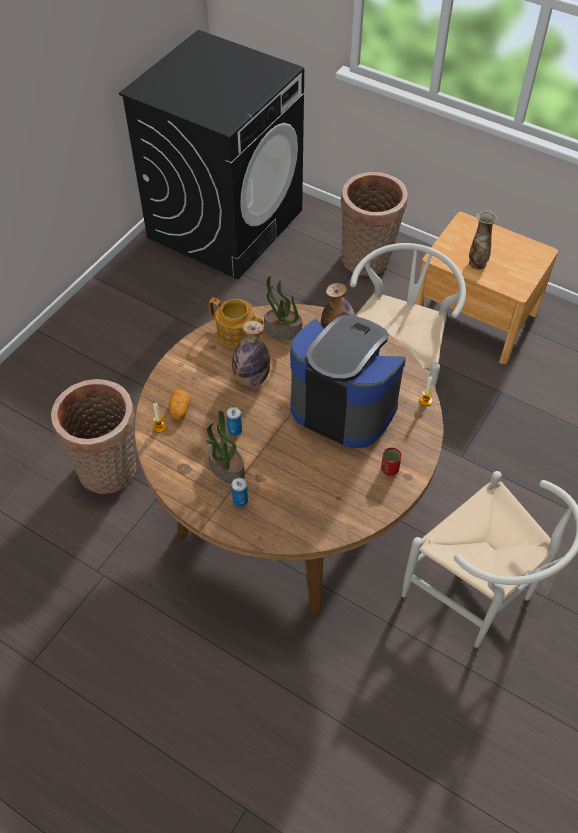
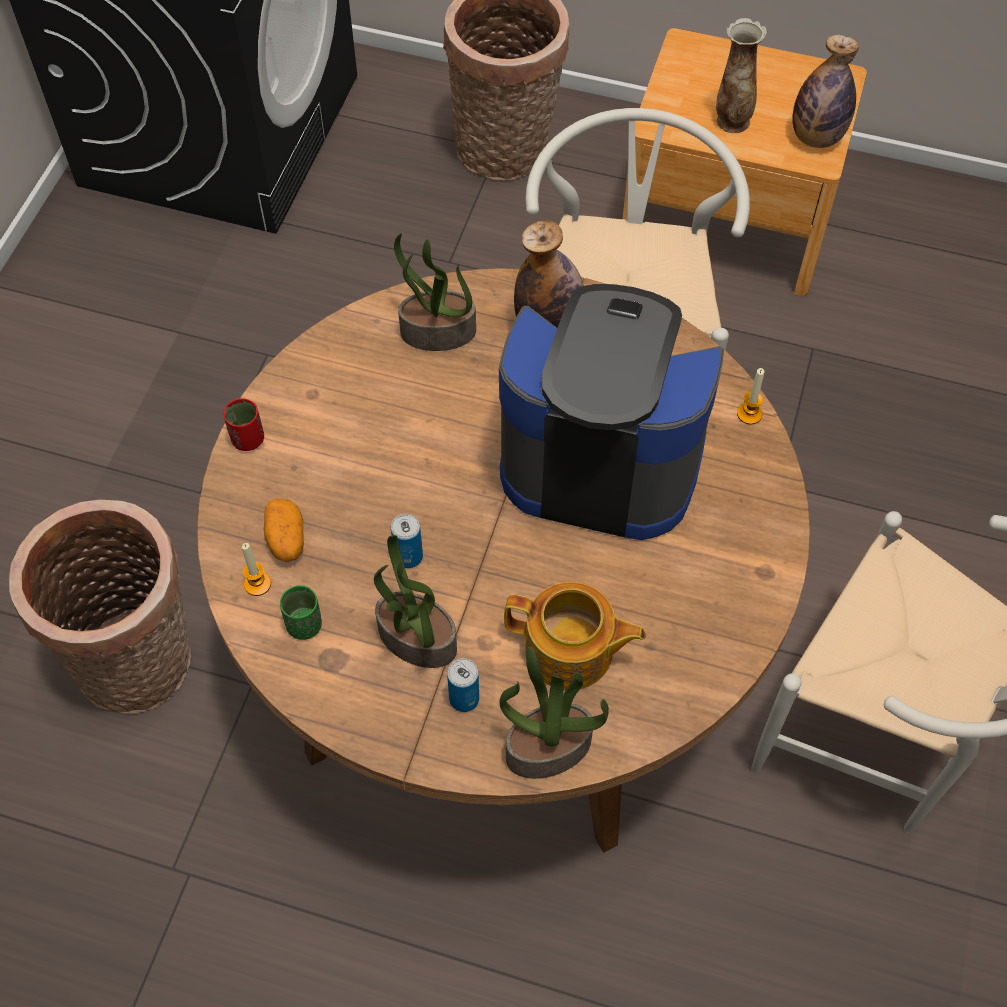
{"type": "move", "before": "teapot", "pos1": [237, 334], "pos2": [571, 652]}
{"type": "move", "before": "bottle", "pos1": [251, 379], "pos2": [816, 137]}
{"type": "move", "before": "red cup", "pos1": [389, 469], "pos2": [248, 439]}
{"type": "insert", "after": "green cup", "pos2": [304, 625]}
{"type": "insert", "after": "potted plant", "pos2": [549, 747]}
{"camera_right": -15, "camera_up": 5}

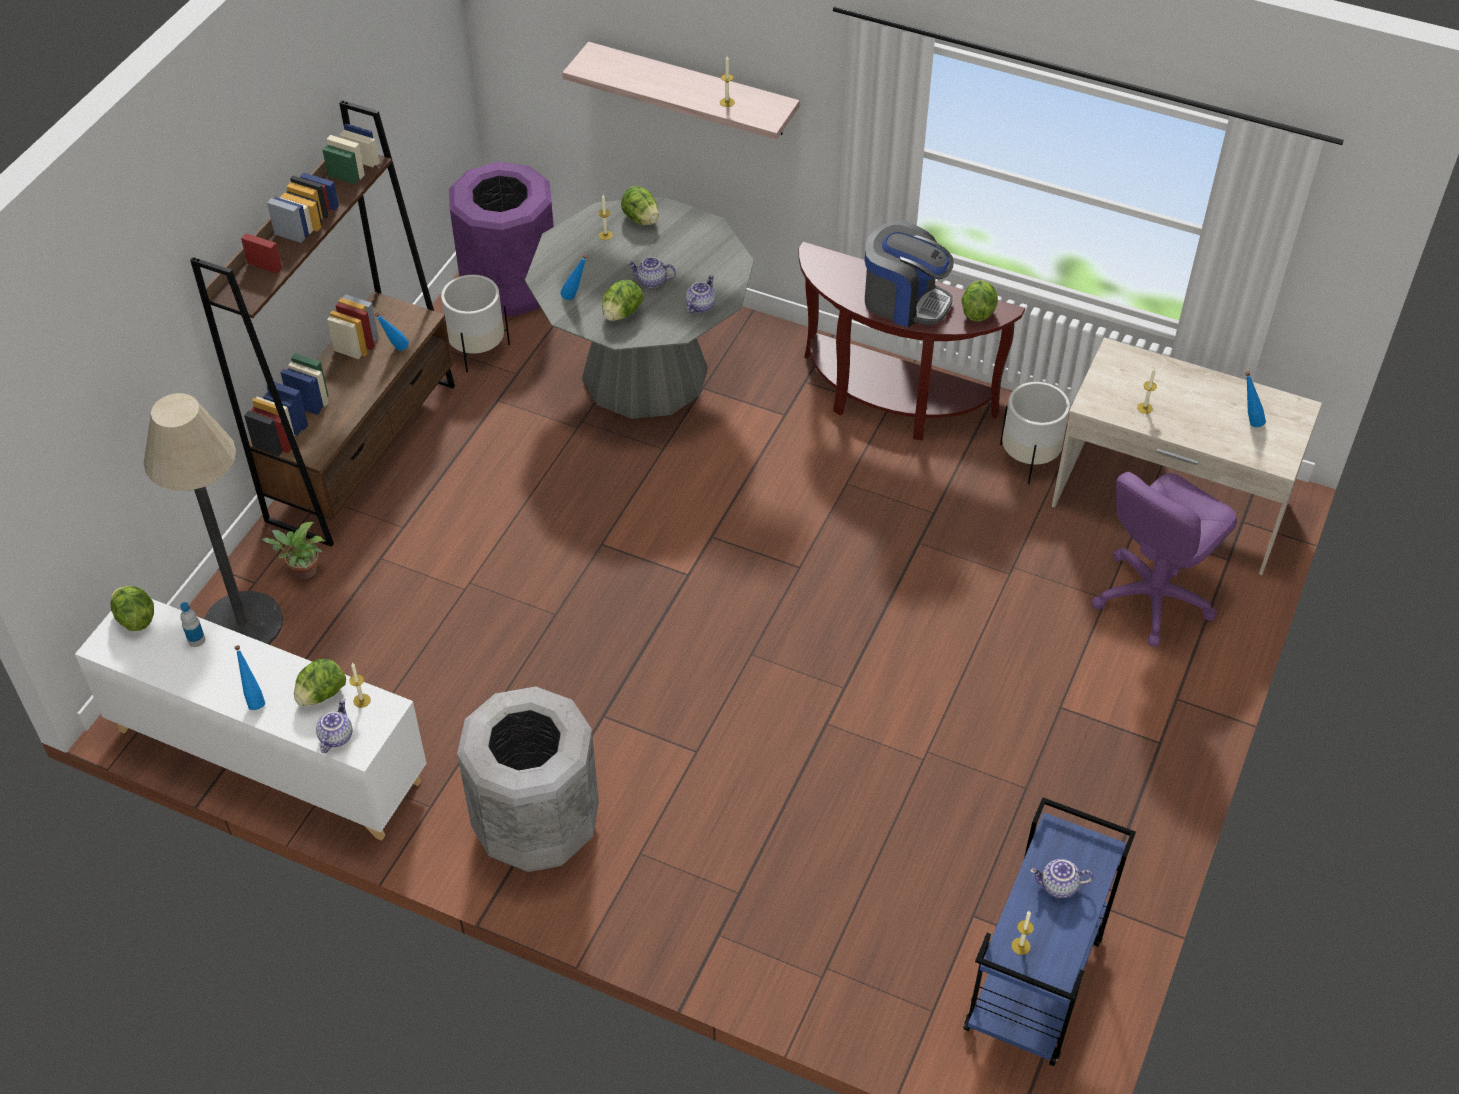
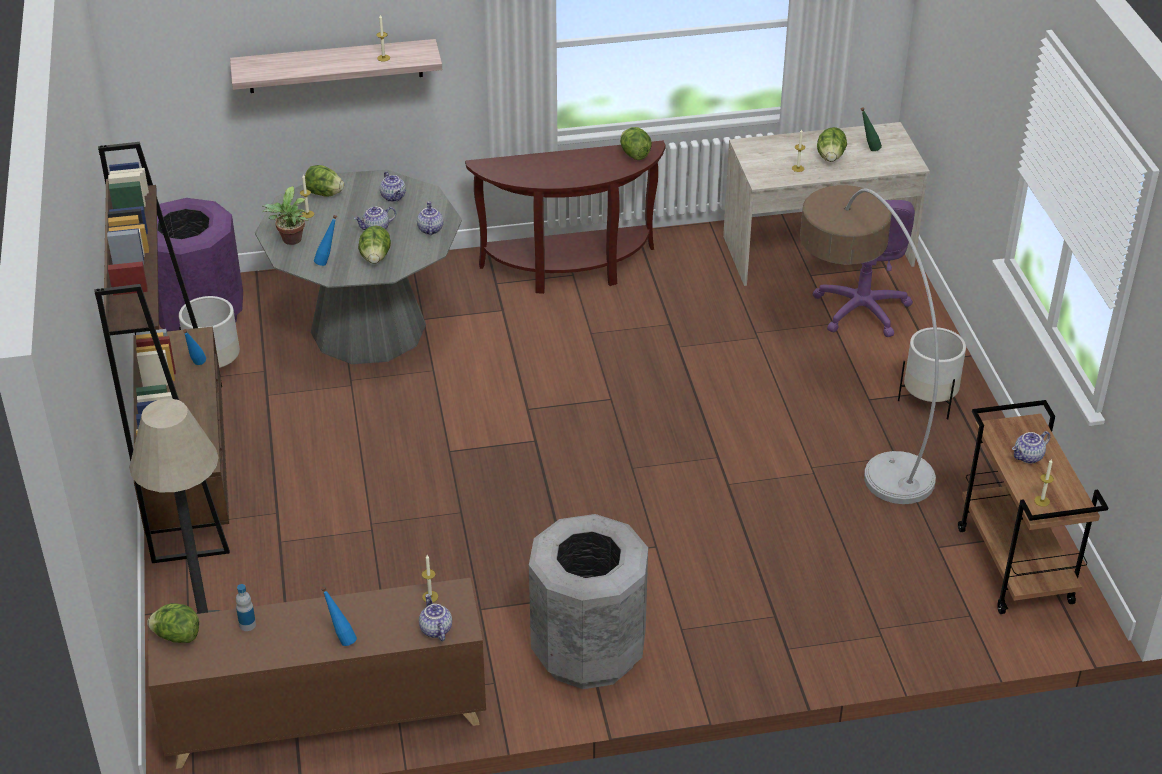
{"type": "delete", "before": "coffee machine", "pos1": [904, 301]}
{"type": "recolor", "before": "blue bottle", "after": "green bottle", "pos1": [1248, 421], "pos2": [868, 149]}
{"type": "move", "before": "white planter", "pos1": [1029, 459], "pos2": [929, 401]}
{"type": "move", "before": "potted plant", "pos1": [302, 572], "pos2": [290, 241]}
{"type": "recolor", "before": "white cabinet", "after": "brown cabinet", "pos1": [267, 755], "pos2": [325, 718]}
{"type": "move", "before": "lettuce", "pos1": [321, 694], "pos2": [830, 157]}
{"type": "recolor", "before": "blue cart", "after": "brown cart", "pos1": [1034, 986], "pos2": [1016, 566]}
{"type": "insert", "after": "teapot", "pos2": [394, 197]}
{"type": "insert", "after": "floor lamp", "pos2": [856, 419]}
{"camera_right": -35, "camera_up": -10}

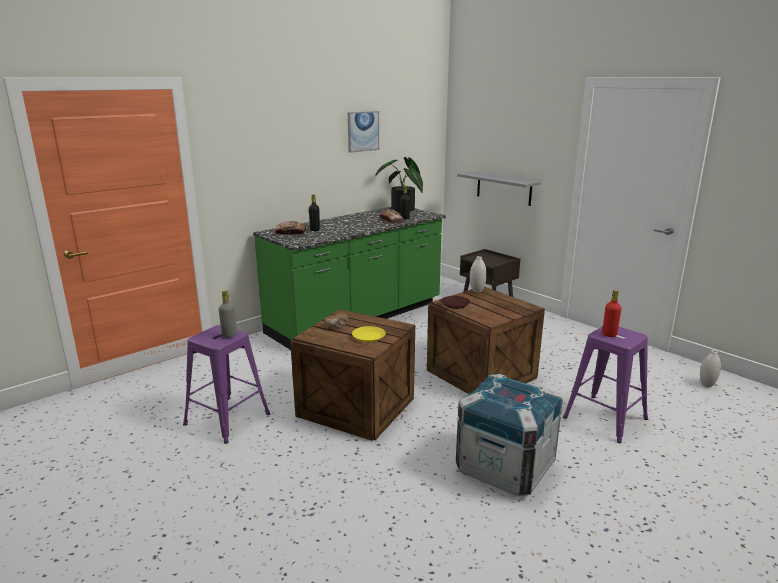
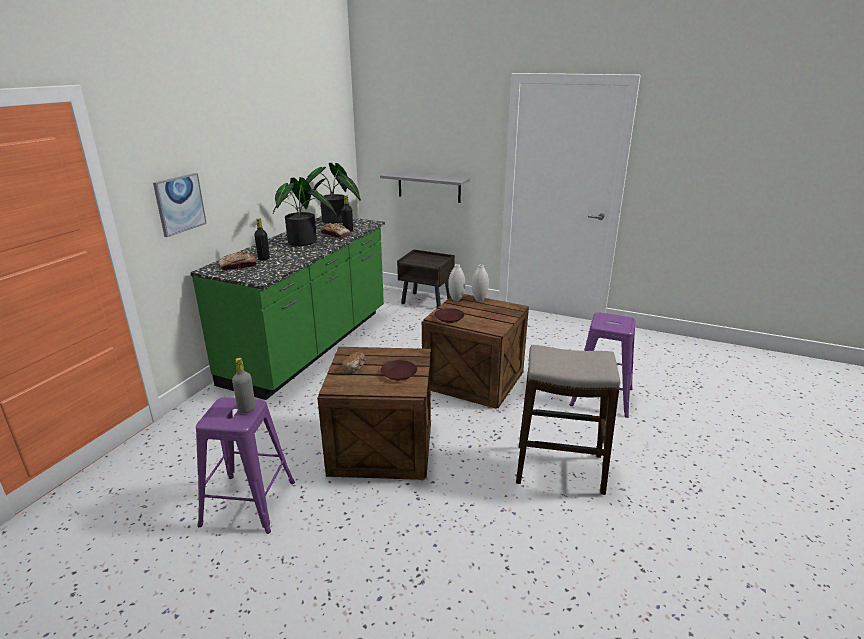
{"type": "move", "before": "picture", "pos1": [363, 131], "pos2": [179, 204]}
{"type": "delete", "before": "red bottle", "pos1": [609, 334]}
{"type": "recolor", "before": "yellow plate", "after": "brown plate", "pos1": [368, 337], "pos2": [398, 373]}
{"type": "move", "before": "white vase", "pos1": [706, 385], "pos2": [479, 299]}
{"type": "replace", "before": "crate", "after": "stool", "pos1": [505, 467], "pos2": [559, 469]}
{"type": "insert", "after": "potted plant", "pos2": [304, 243]}
{"camera_right": -25, "camera_up": 5}

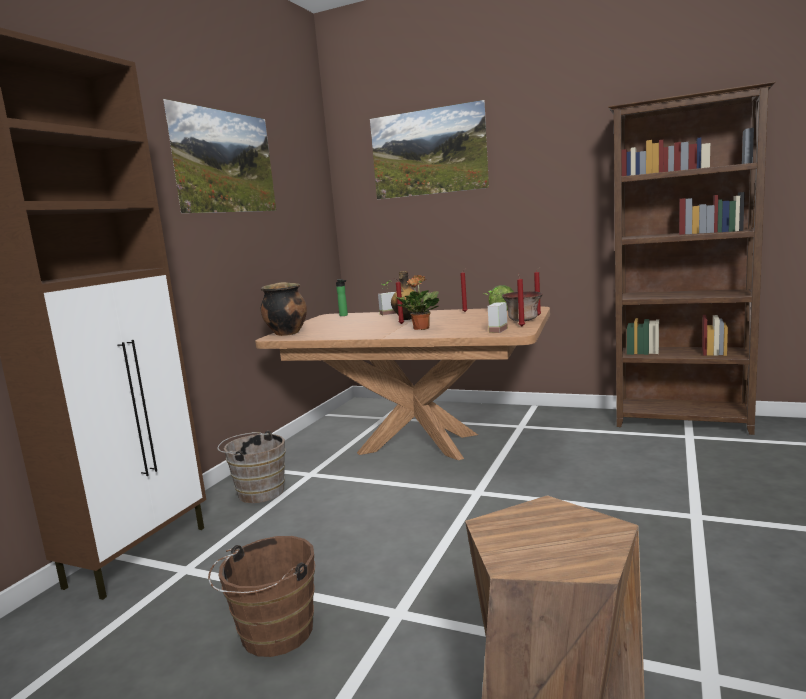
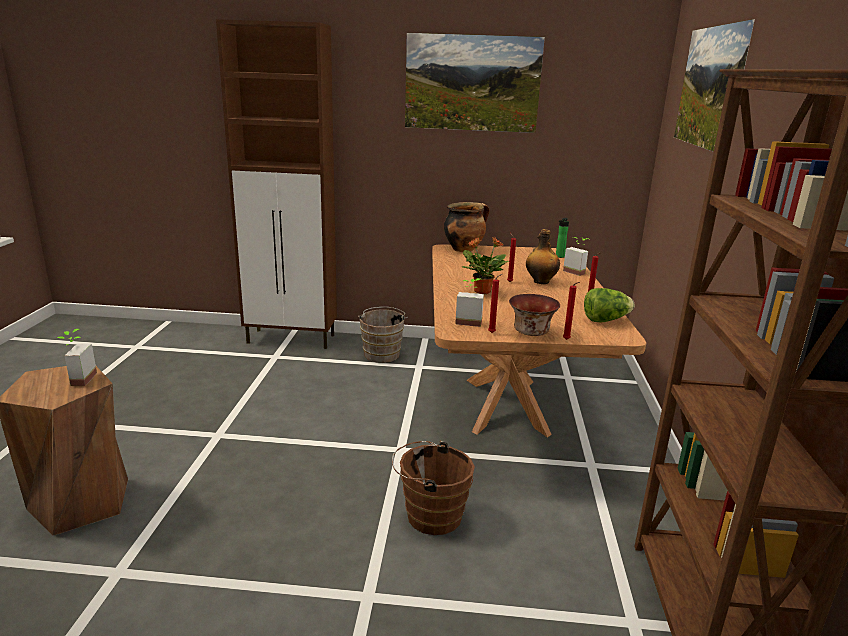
{"type": "move", "before": "brown bucket", "pos1": [272, 636], "pos2": [429, 515]}
{"type": "insert", "after": "potted plant", "pos2": [77, 379]}
{"camera_right": 70, "camera_up": 10}

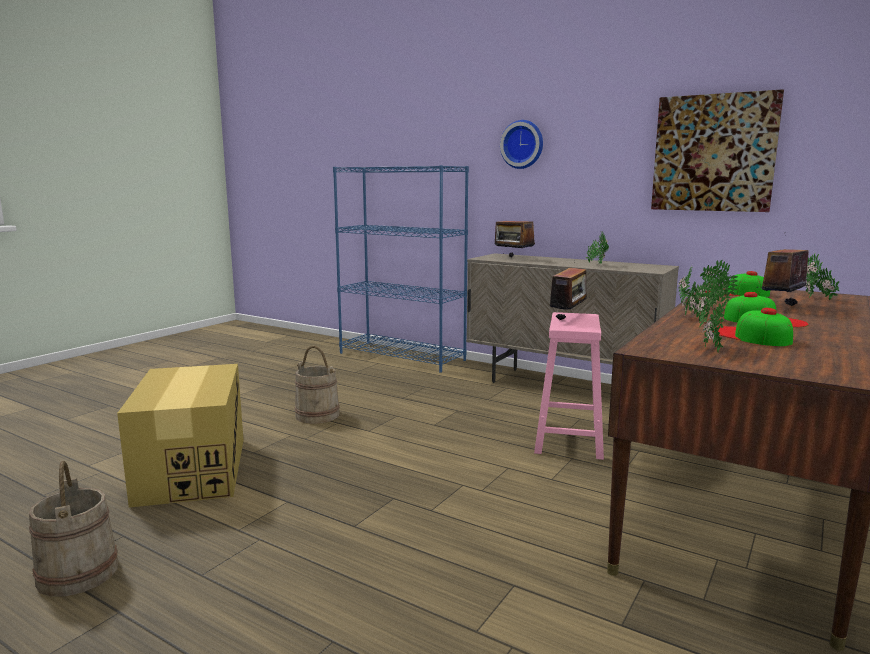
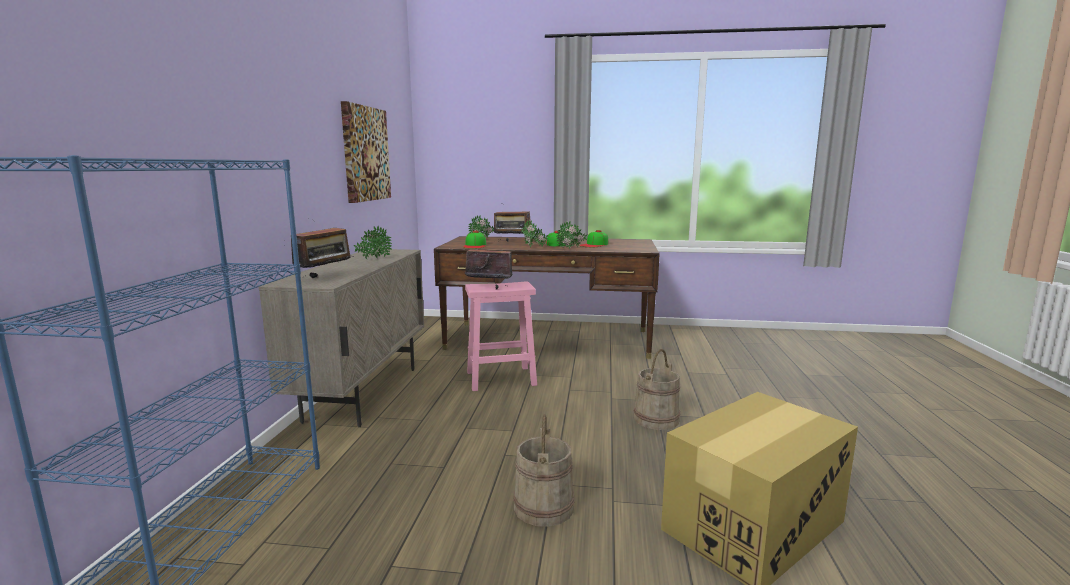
{"type": "delete", "before": "wall clock", "pos1": [523, 144]}
{"type": "delete", "before": "potted plant", "pos1": [709, 350]}
{"type": "move", "before": "beige bucket", "pos1": [78, 573], "pos2": [656, 419]}
{"camera_right": -115, "camera_up": 0}

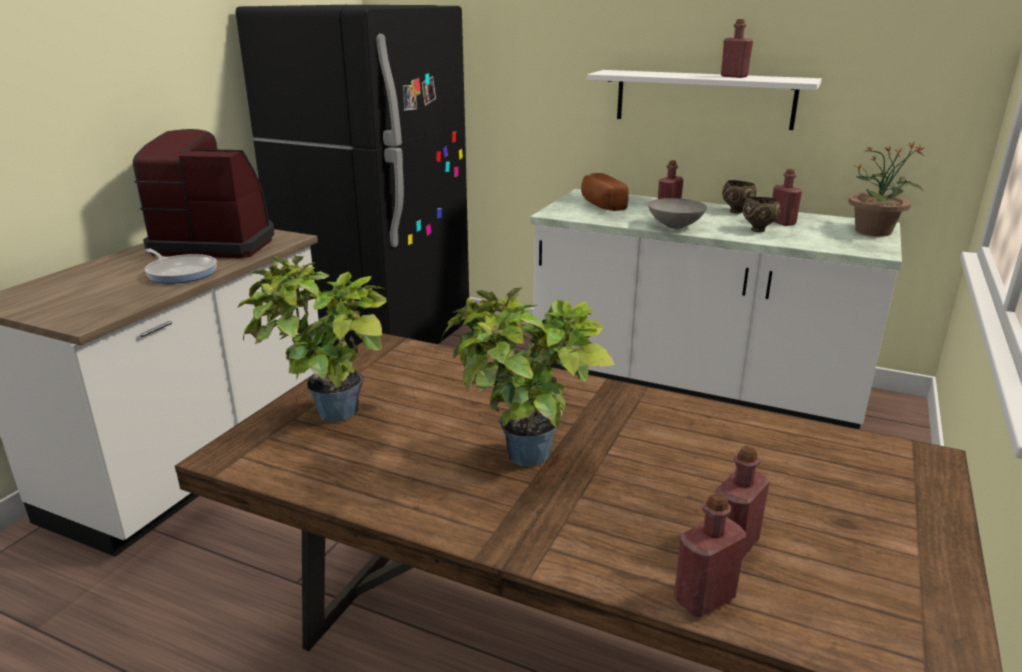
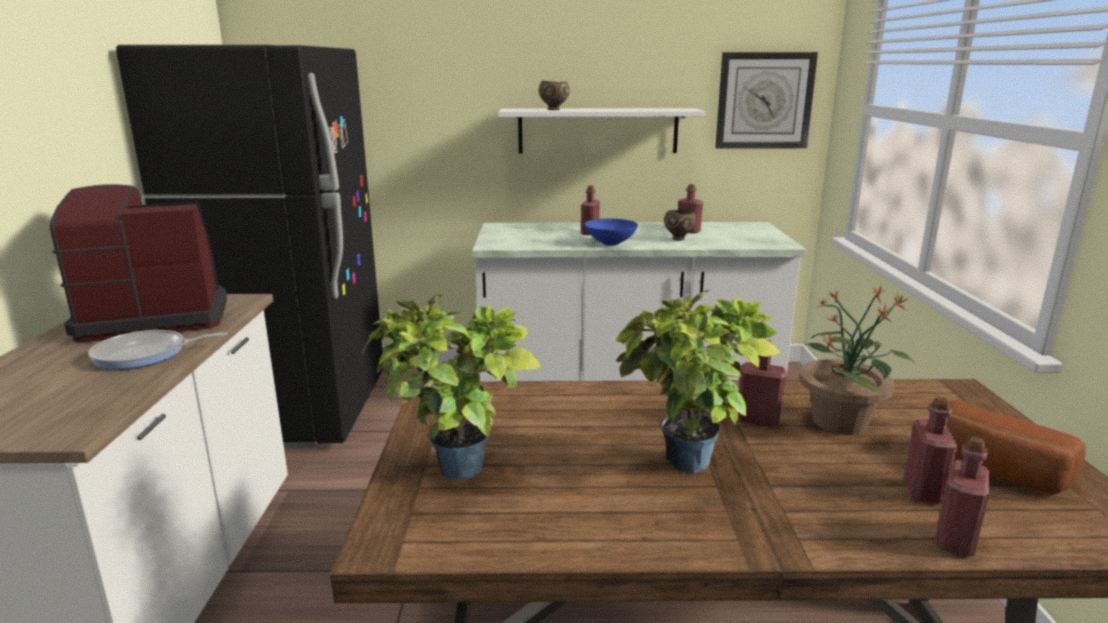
{"type": "move", "before": "red bottle", "pos1": [734, 76], "pos2": [758, 420]}
{"type": "move", "before": "potted plant", "pos1": [874, 231], "pos2": [840, 421]}
{"type": "move", "before": "bread", "pos1": [600, 205], "pos2": [995, 472]}
{"type": "move", "before": "brown bowl", "pos1": [737, 211], "pos2": [554, 109]}
{"type": "recolor", "before": "grey bowl", "after": "blue bowl", "pos1": [674, 226], "pos2": [610, 243]}
{"type": "rotate", "before": "frying pan", "pos1": [181, 272], "pos2": [145, 355], "turn": 150}
{"type": "insert", "after": "wall clock", "pos2": [764, 101]}
{"camera_right": -25, "camera_up": -5}

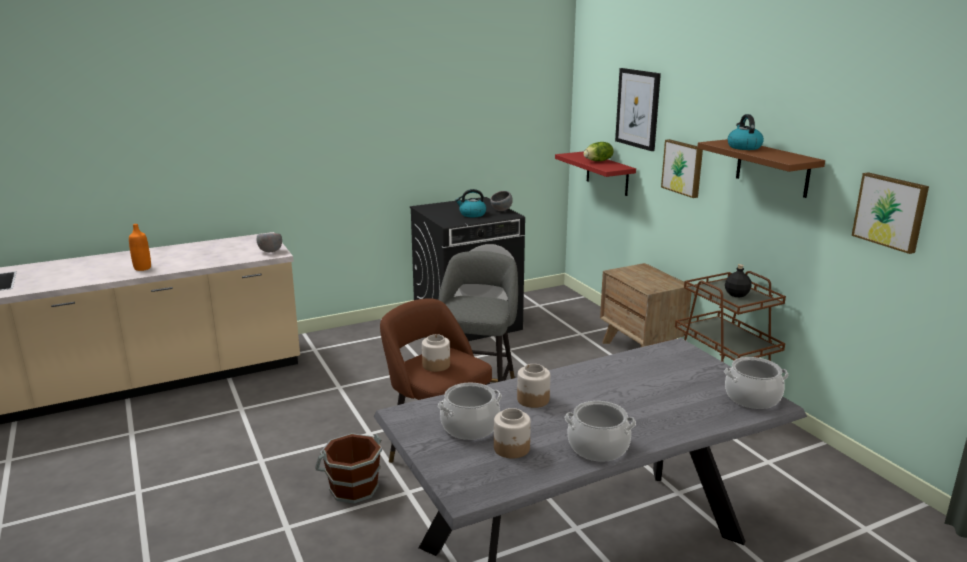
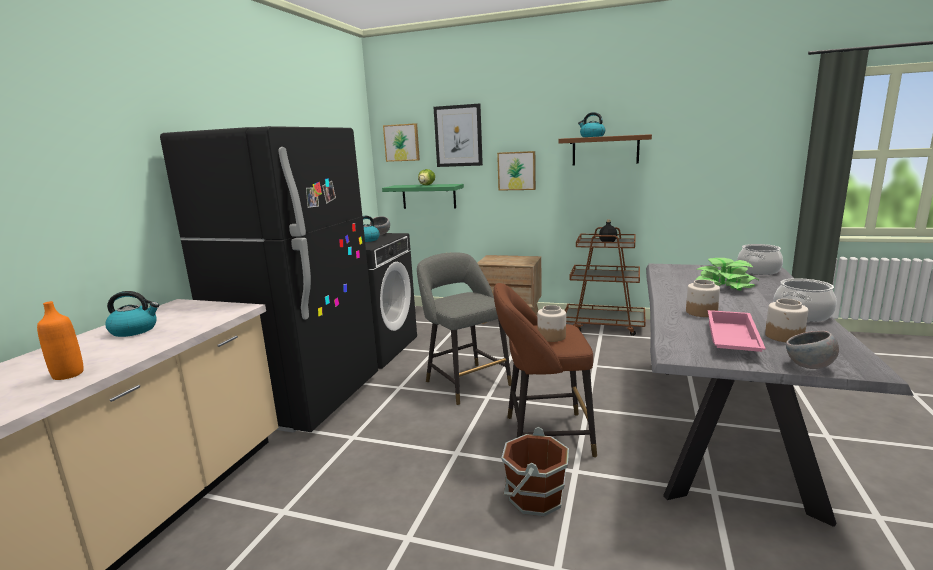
{"type": "recolor", "before": "red shelf", "after": "green shelf", "pos1": [607, 173], "pos2": [429, 196]}
{"type": "move", "before": "picture", "pos1": [891, 211], "pos2": [402, 142]}
{"type": "move", "before": "grey bowl", "pos1": [270, 251], "pos2": [809, 367]}
{"type": "replace", "before": "cooking pot", "after": "pink tray", "pos1": [470, 426], "pos2": [730, 339]}
{"type": "insert", "after": "black fridge", "pos2": [305, 399]}
{"type": "insert", "after": "potted plant", "pos2": [725, 285]}
{"type": "insert", "after": "kettle", "pos2": [135, 330]}
{"camera_right": -45, "camera_up": -5}

